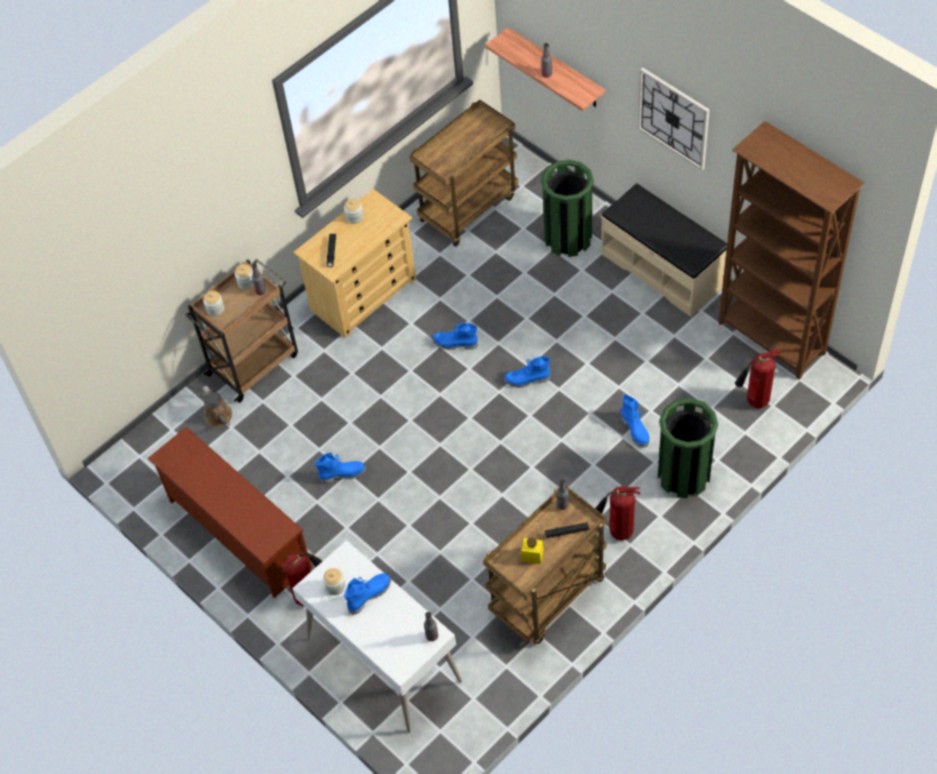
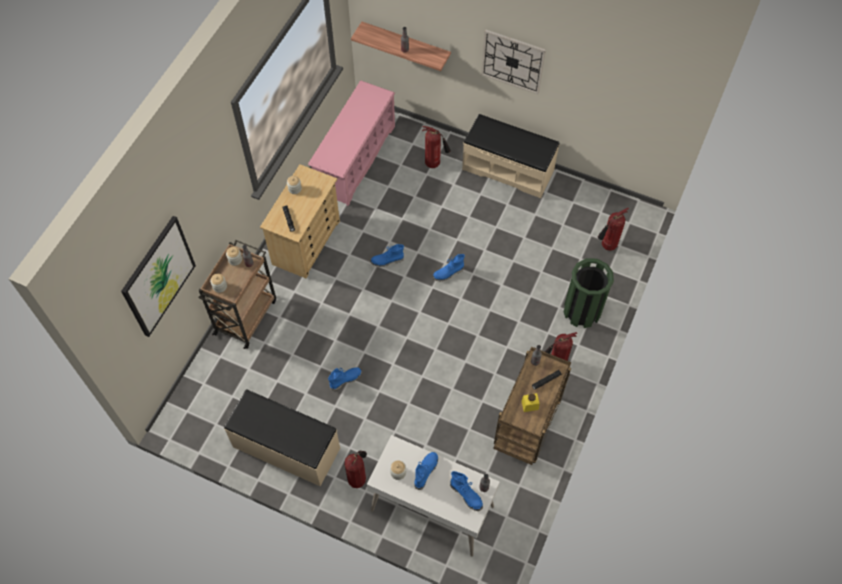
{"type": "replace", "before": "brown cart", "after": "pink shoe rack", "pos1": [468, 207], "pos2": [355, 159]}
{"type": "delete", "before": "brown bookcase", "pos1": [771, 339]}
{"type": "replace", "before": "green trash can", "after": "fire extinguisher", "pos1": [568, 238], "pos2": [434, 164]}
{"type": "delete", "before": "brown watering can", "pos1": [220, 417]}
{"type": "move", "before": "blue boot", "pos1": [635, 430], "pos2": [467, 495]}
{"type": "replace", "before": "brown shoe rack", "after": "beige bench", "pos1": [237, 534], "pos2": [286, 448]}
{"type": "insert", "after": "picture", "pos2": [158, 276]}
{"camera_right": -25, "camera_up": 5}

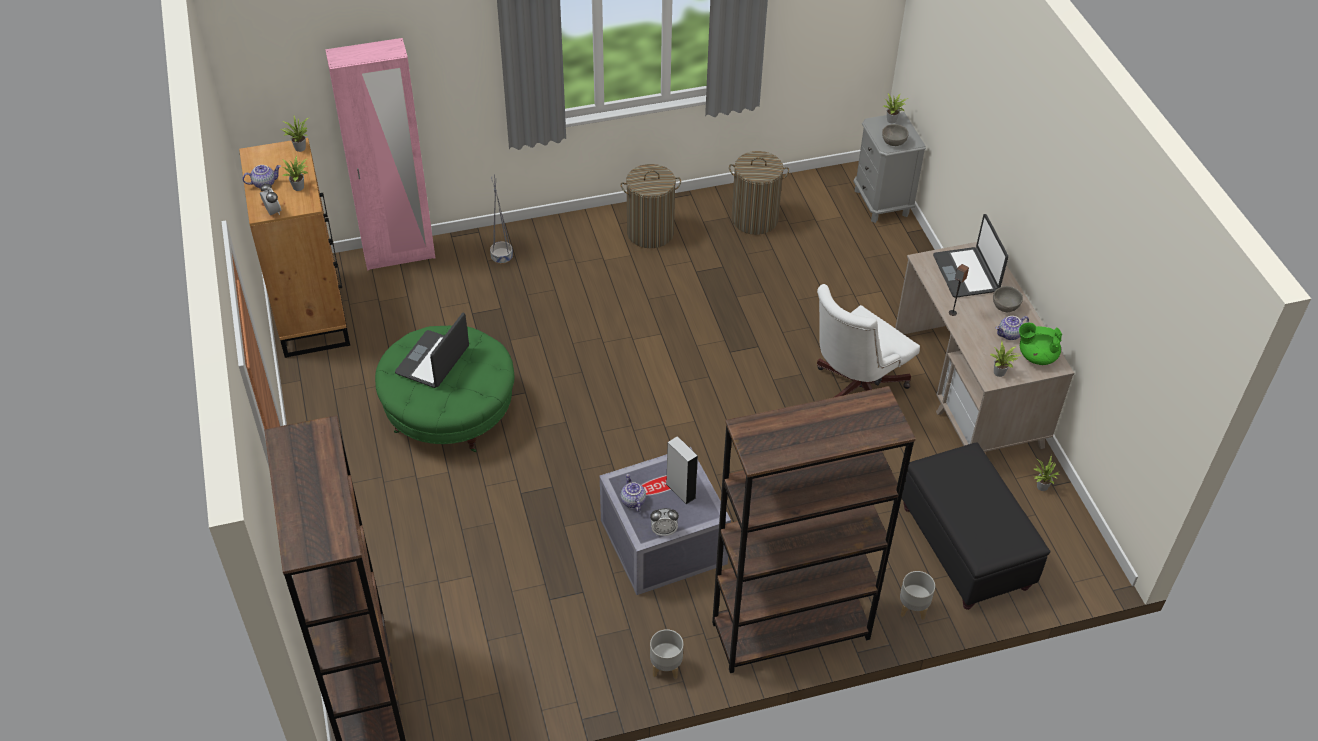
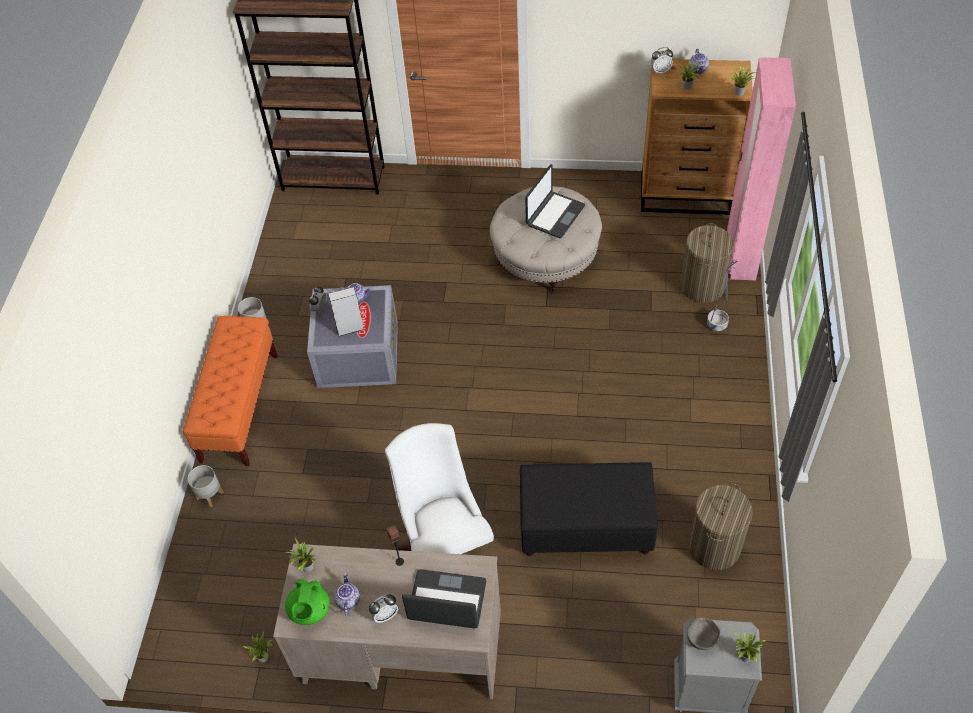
{"type": "move", "before": "laundry basket", "pos1": [650, 233], "pos2": [702, 286]}
{"type": "replace", "before": "grey bowl", "after": "alarm clock", "pos1": [1004, 307], "pos2": [385, 615]}
{"type": "rotate", "before": "laptop", "pos1": [433, 361], "pos2": [554, 215], "turn": 75}
{"type": "rotate", "before": "green teapot", "pos1": [1036, 356], "pos2": [309, 611], "turn": 150}
{"type": "recolor", "before": "green ottoman", "after": "beige ottoman", "pos1": [450, 411], "pos2": [545, 257]}
{"type": "replace", "before": "brown bookcase", "after": "orange bench", "pos1": [790, 631], "pos2": [240, 407]}
{"type": "move", "before": "black ottoman", "pos1": [965, 548], "pos2": [584, 526]}
{"camera_right": 115, "camera_up": 5}

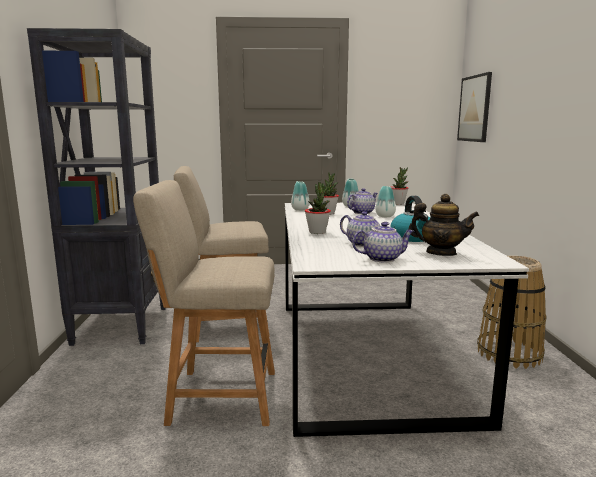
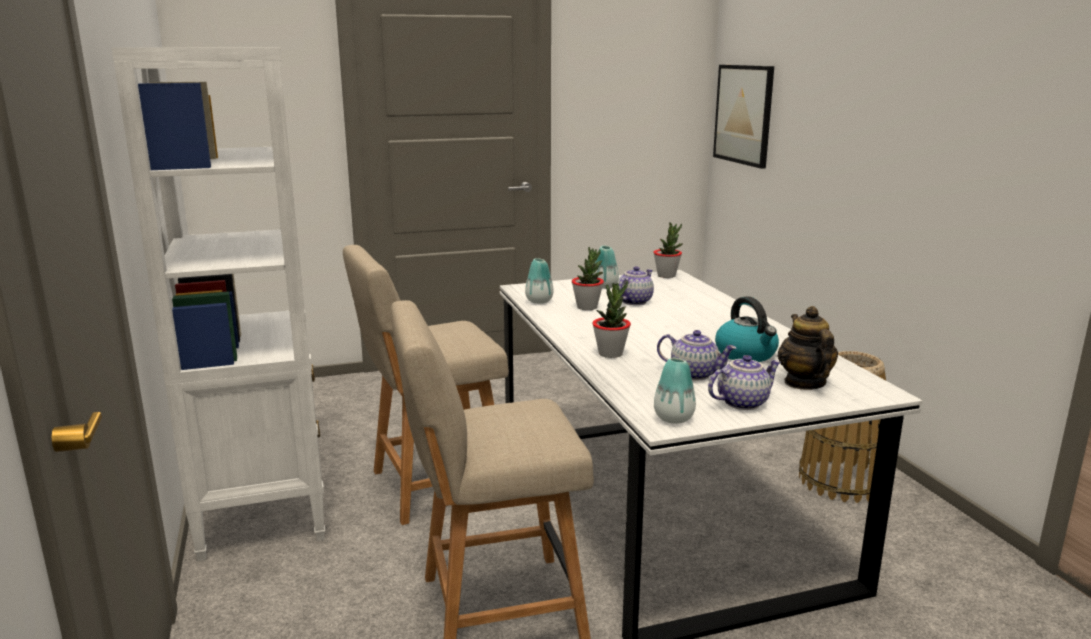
{"type": "recolor", "before": "black bookcase", "after": "white bookcase", "pos1": [122, 324], "pos2": [263, 509]}
{"type": "move", "before": "vase", "pos1": [385, 216], "pos2": [673, 418]}
{"type": "rotate", "before": "teapot", "pos1": [441, 253], "pos2": [804, 383], "turn": -105}
{"camera_right": -15, "camera_up": 5}

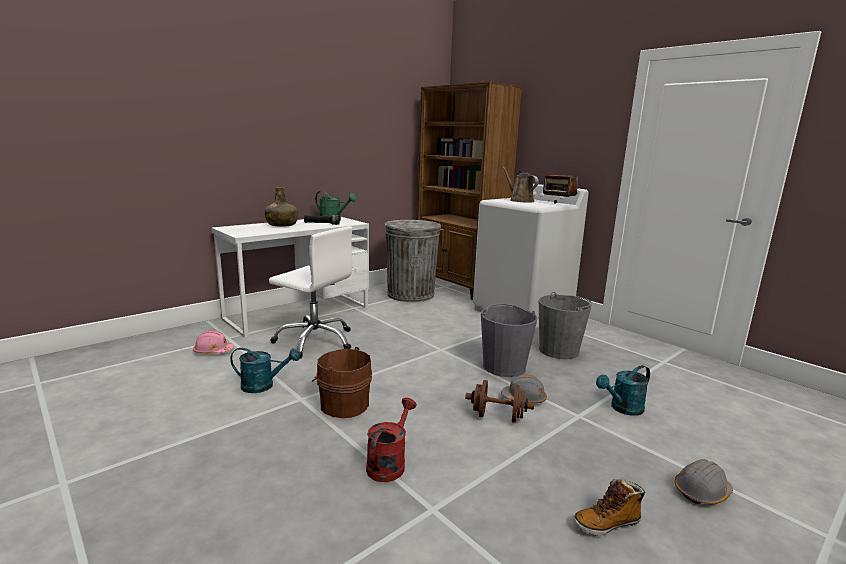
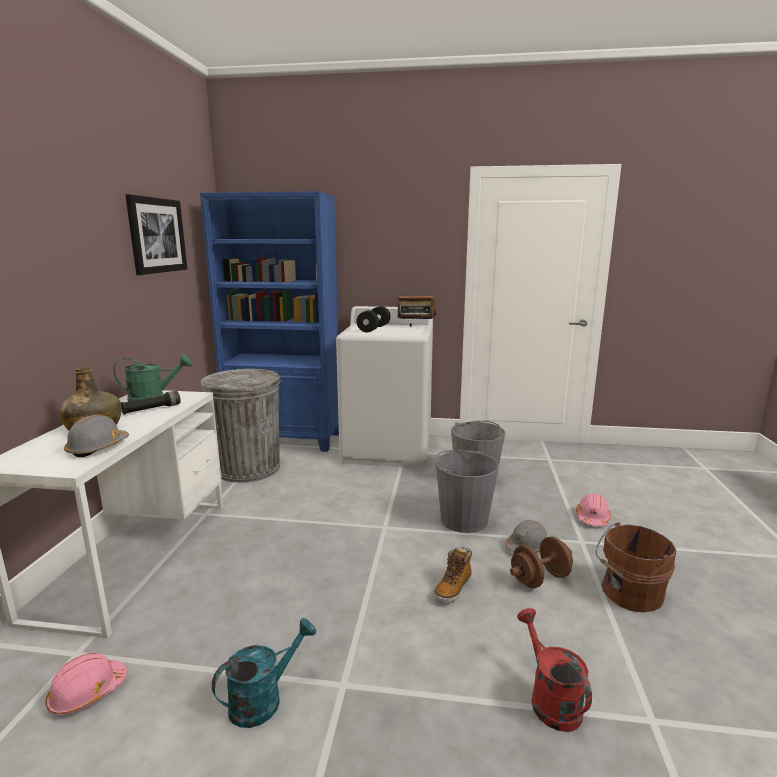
{"type": "recolor", "before": "brown bookcase", "after": "blue bookcase", "pos1": [458, 286], "pos2": [285, 440]}
{"type": "replace", "before": "brown watering can", "after": "black dumbbell", "pos1": [520, 200], "pos2": [374, 329]}
{"type": "delete", "before": "white office chair", "pos1": [315, 341]}
{"type": "move", "before": "brown bucket", "pos1": [343, 404], "pos2": [629, 593]}
{"type": "replace", "before": "turquoise watering can", "after": "pink hard hat", "pos1": [622, 409], "pos2": [592, 518]}
{"type": "move", "before": "grey hard hat", "pos1": [701, 492], "pos2": [98, 448]}
{"type": "move", "before": "boot", "pos1": [606, 523], "pos2": [453, 588]}
{"type": "insert", "after": "picture", "pos2": [157, 235]}
{"camera_right": -40, "camera_up": 0}

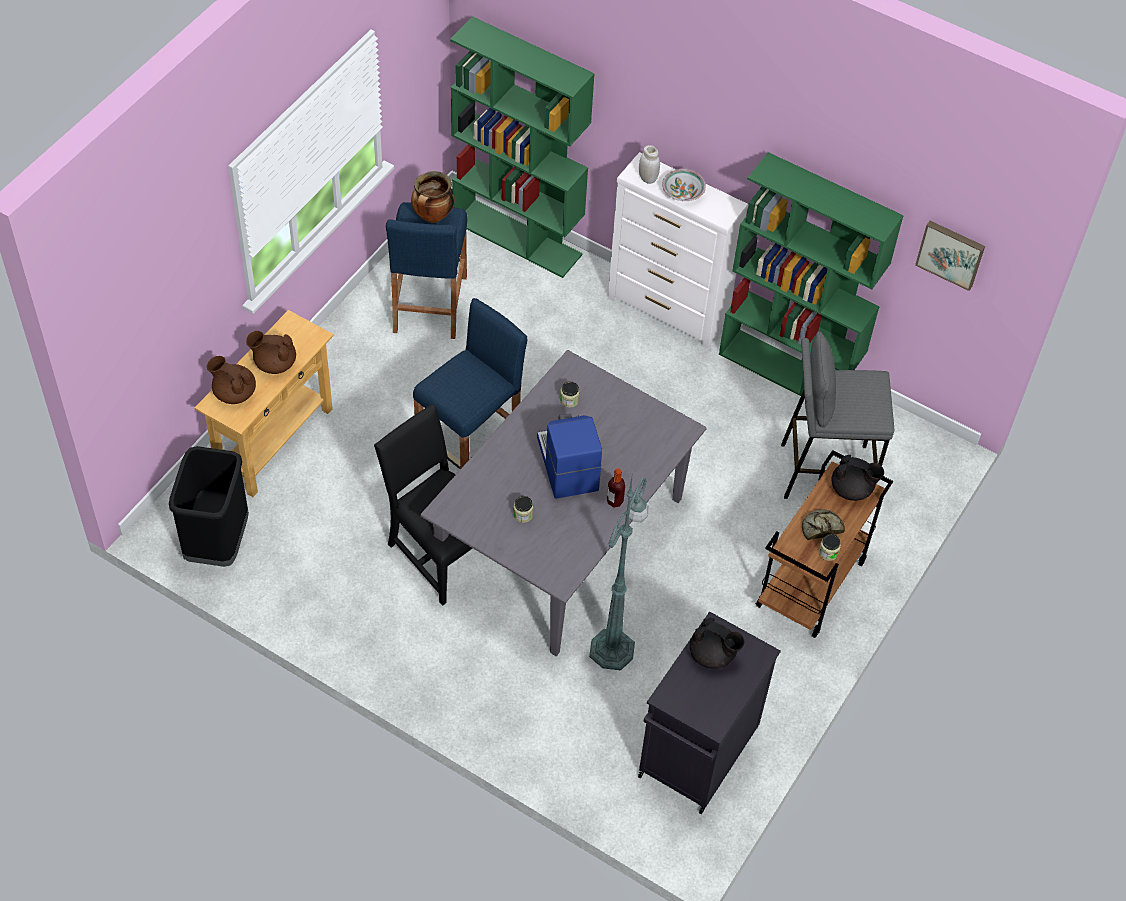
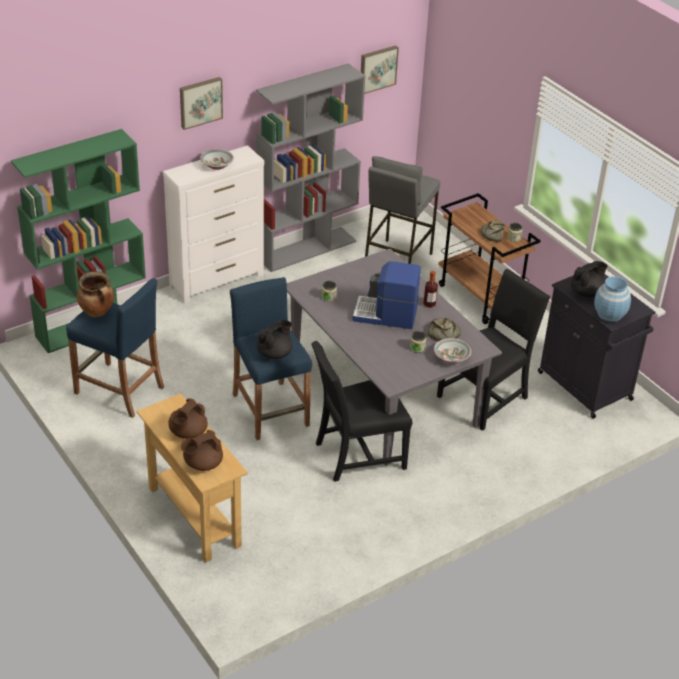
{"type": "delete", "before": "white jar", "pos1": [648, 178]}
{"type": "recolor", "before": "green bookcase", "after": "grey bookcase", "pos1": [788, 372], "pos2": [307, 249]}
{"type": "delete", "before": "black trash can", "pos1": [217, 542]}
{"type": "move", "before": "black teapot", "pos1": [852, 489], "pos2": [275, 353]}
{"type": "replace", "before": "green floor lamp", "after": "black chair", "pos1": [613, 648], "pos2": [486, 397]}
{"type": "insert", "after": "picture", "pos2": [200, 102]}
{"type": "insert", "after": "blue vase", "pos2": [609, 315]}
{"type": "insert", "after": "bread", "pos2": [443, 334]}
{"type": "insert", "after": "bowl", "pos2": [452, 357]}
{"camera_right": -65, "camera_up": -15}

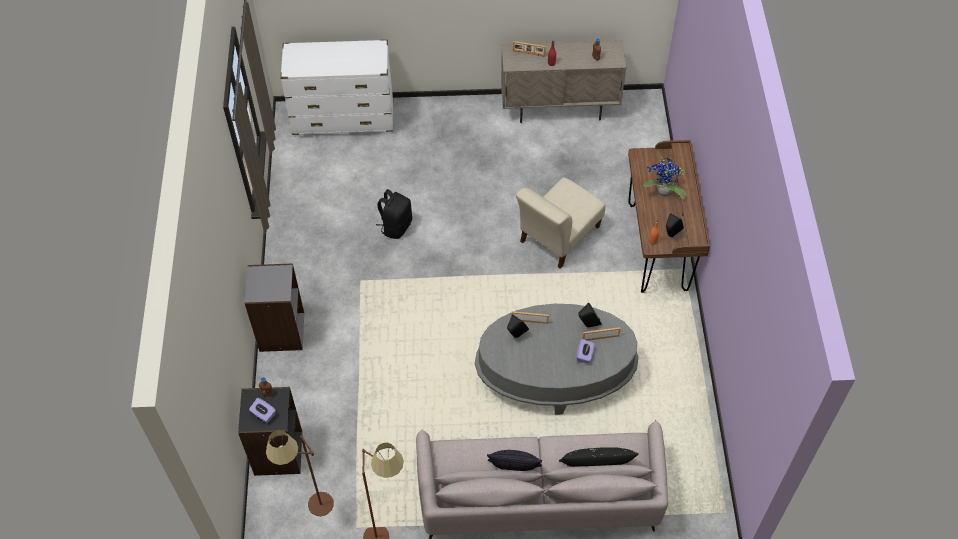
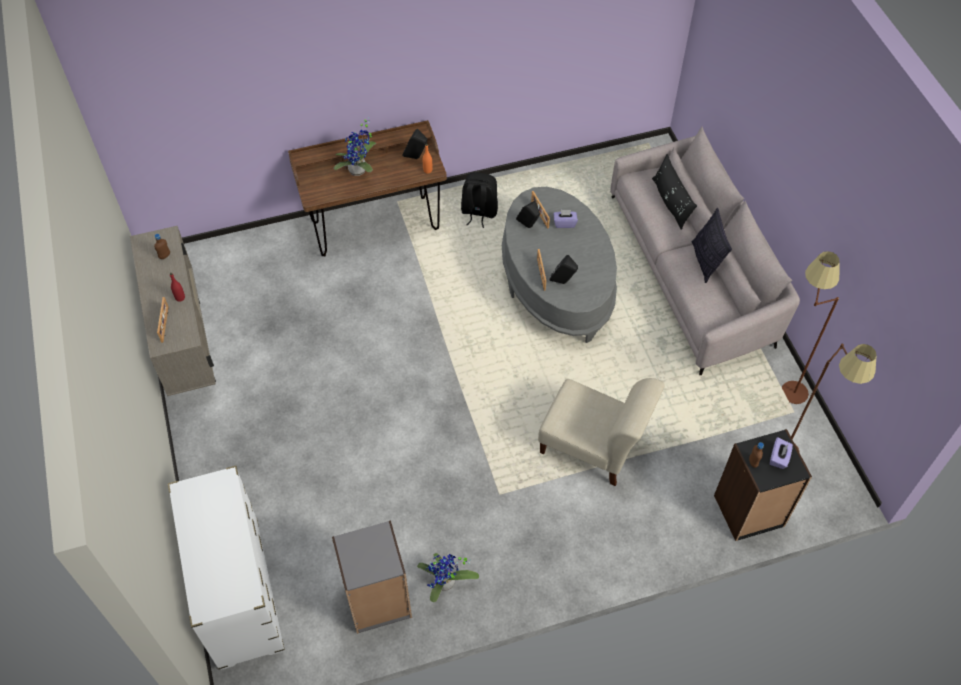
{"type": "move", "before": "beige chair", "pos1": [557, 237], "pos2": [593, 447]}
{"type": "move", "before": "black backpack", "pos1": [396, 226], "pos2": [478, 212]}
{"type": "move", "before": "grey bookcase", "pos1": [281, 332], "pos2": [378, 601]}
{"type": "insert", "after": "potted plant", "pos2": [445, 585]}
{"camera_right": -105, "camera_up": 0}

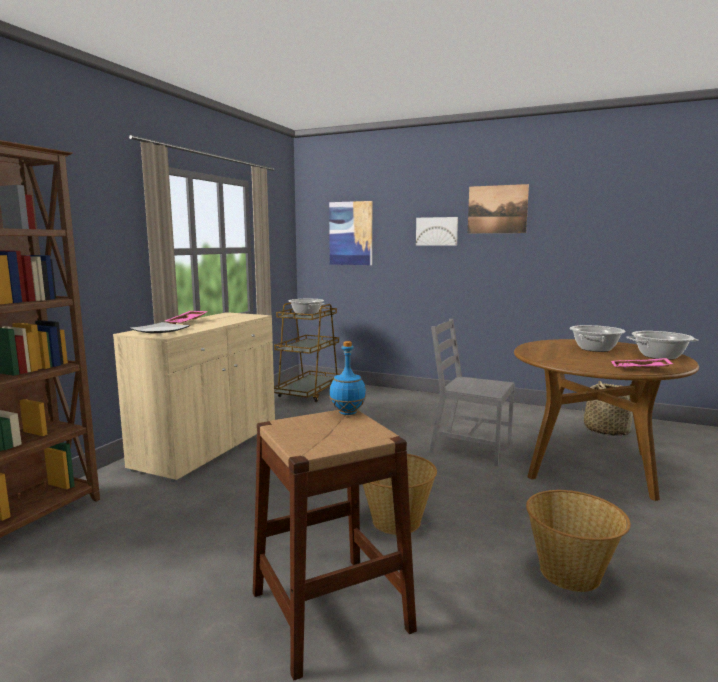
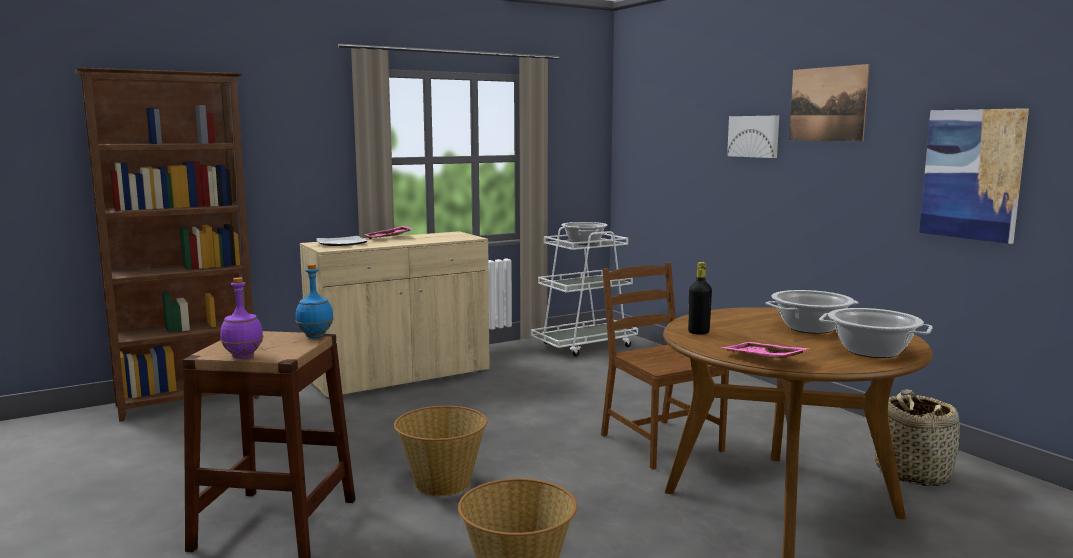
{"type": "move", "before": "picture", "pos1": [351, 233], "pos2": [972, 174]}
{"type": "recolor", "before": "brown cart", "after": "white cart", "pos1": [309, 393], "pos2": [584, 345]}
{"type": "recolor", "before": "grey chair", "after": "brown chair", "pos1": [470, 447], "pos2": [659, 443]}
{"type": "insert", "after": "black bottle", "pos2": [698, 332]}
{"type": "insert", "after": "purple bottle", "pos2": [243, 357]}
{"camera_right": 35, "camera_up": 0}

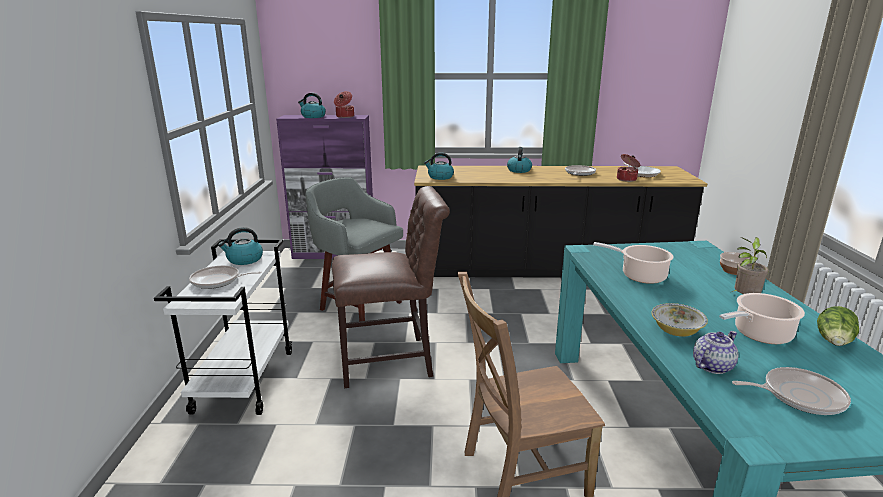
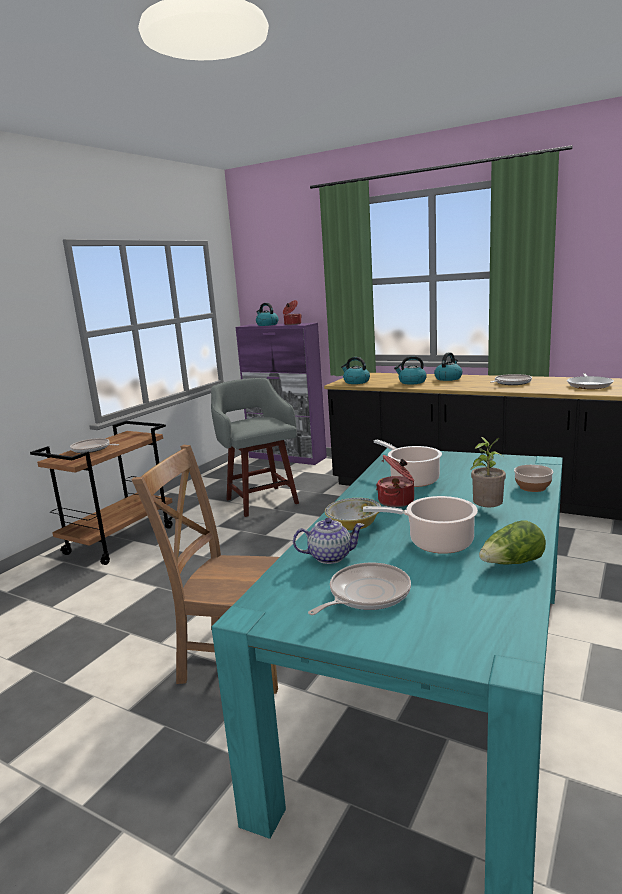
{"type": "move", "before": "cooking pot", "pos1": [627, 179], "pos2": [397, 501]}
{"type": "delete", "before": "brown chair", "pos1": [391, 361]}
{"type": "move", "before": "kettle", "pos1": [244, 260], "pos2": [411, 382]}
{"type": "recolor", "before": "white cart", "after": "brown cart", "pos1": [244, 380], "pos2": [120, 540]}
{"type": "rotate", "before": "frying pan", "pos1": [798, 396], "pos2": [366, 594], "turn": -75}
{"camera_right": 30, "camera_up": -5}

